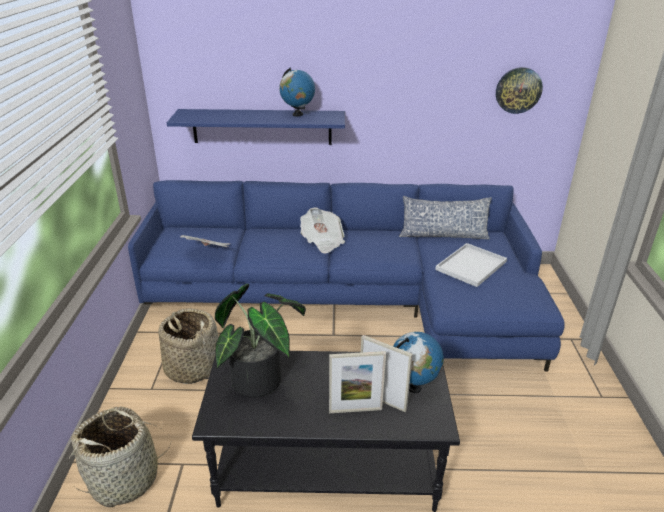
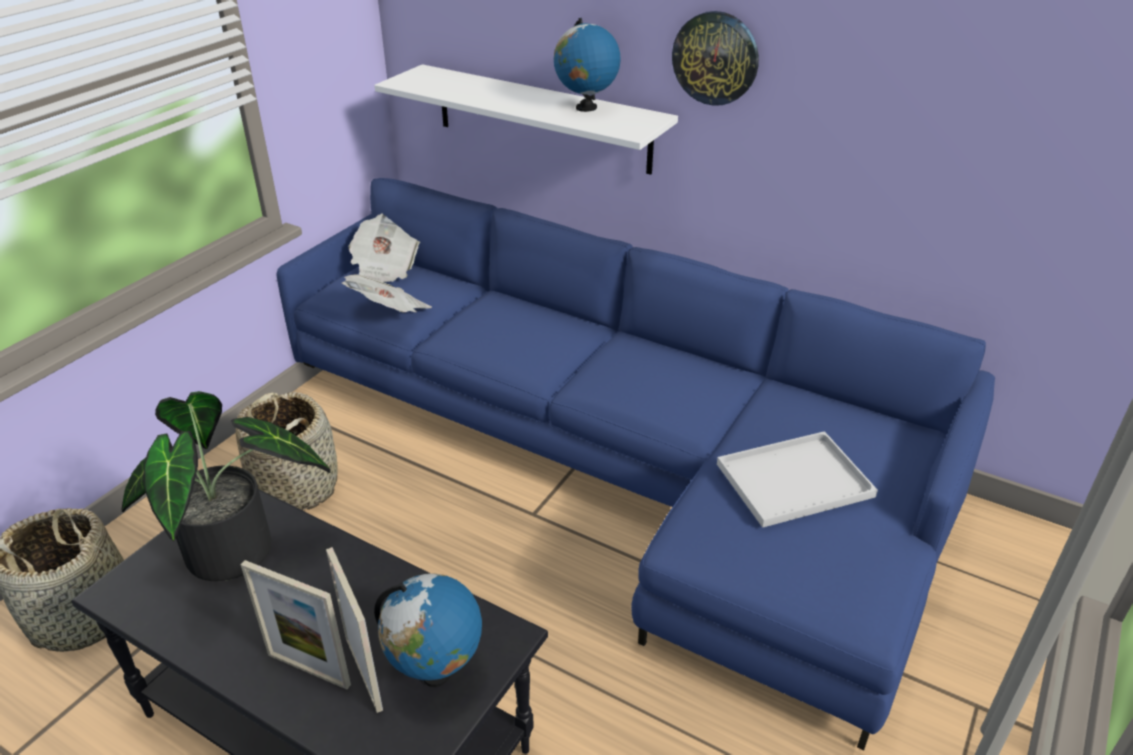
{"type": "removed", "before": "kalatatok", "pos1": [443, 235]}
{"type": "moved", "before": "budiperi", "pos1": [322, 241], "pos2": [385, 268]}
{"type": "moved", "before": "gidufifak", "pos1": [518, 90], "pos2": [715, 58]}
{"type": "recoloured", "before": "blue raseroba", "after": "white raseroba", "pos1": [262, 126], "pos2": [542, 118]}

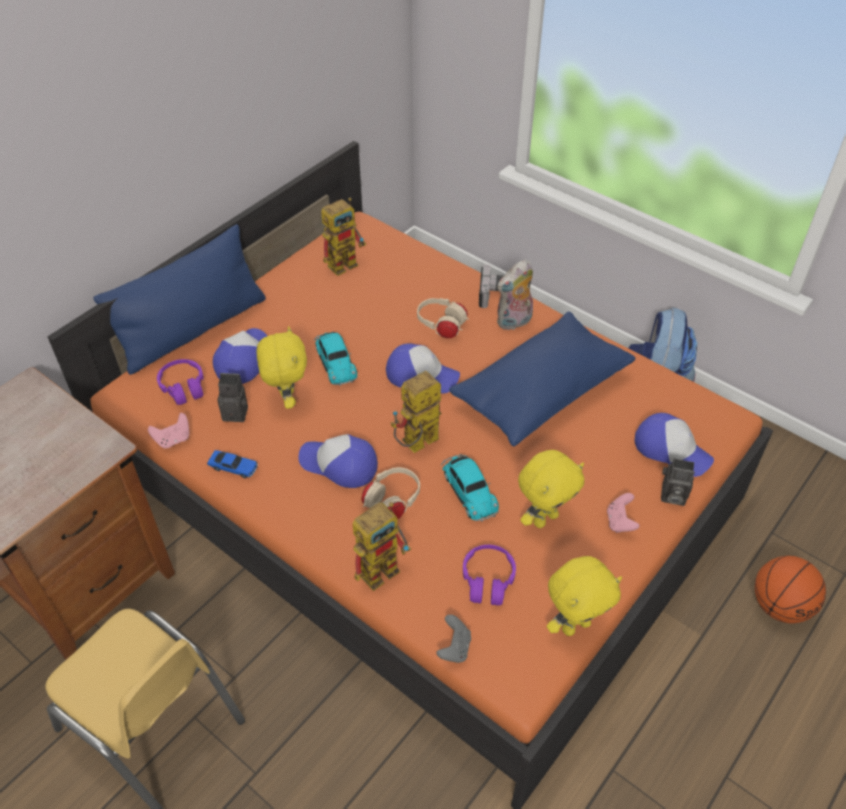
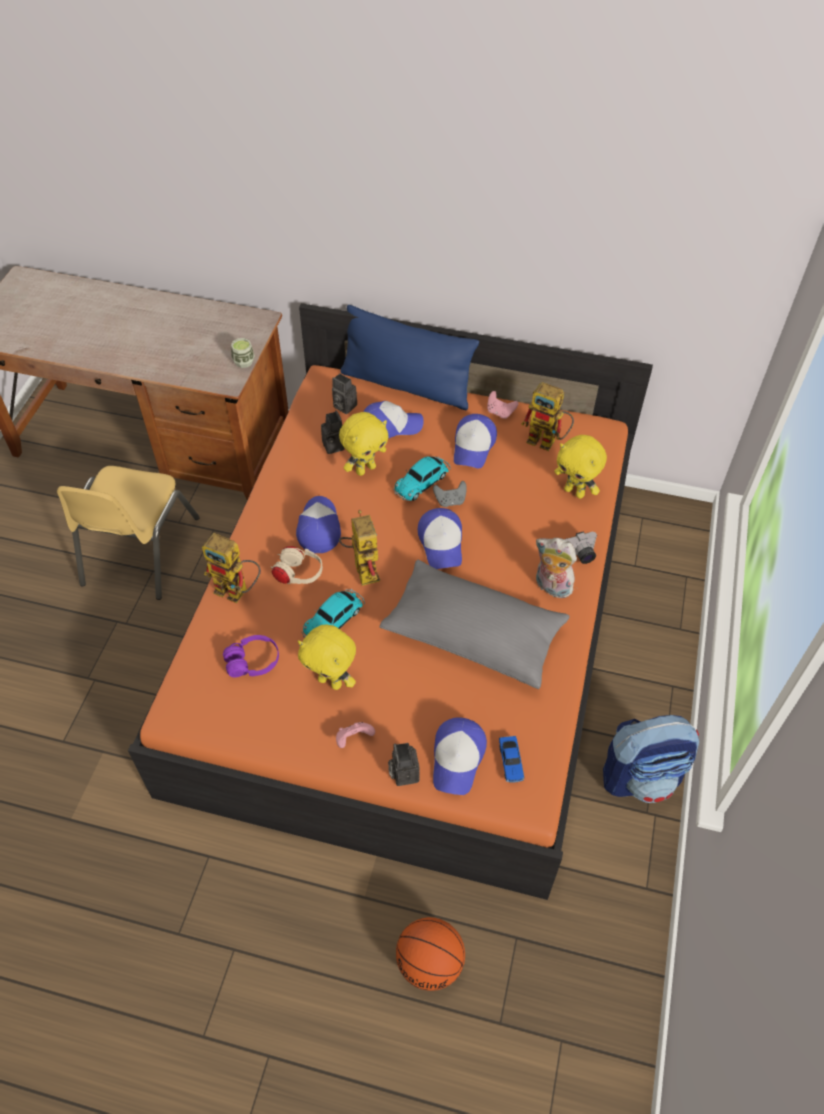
{"type": "removed", "before": "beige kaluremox", "pos1": [441, 326]}
{"type": "added", "after": "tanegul", "pos2": [244, 362]}
{"type": "added", "after": "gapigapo", "pos2": [473, 446]}
{"type": "moved", "before": "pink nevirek", "pos1": [173, 439], "pos2": [500, 412]}
{"type": "moved", "before": "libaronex", "pos1": [233, 467], "pos2": [510, 761]}
{"type": "moved", "before": "grey nevirek", "pos1": [454, 648], "pos2": [450, 501]}
{"type": "moved", "before": "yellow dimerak", "pos1": [575, 625], "pos2": [575, 492]}
{"type": "replaced", "before": "purple kaluremox", "after": "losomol", "pos1": [183, 387], "pos2": [343, 406]}
{"type": "recoloured", "before": "blue kalatatok", "after": "grey kalatatok", "pos1": [540, 392], "pos2": [473, 635]}
{"type": "turned", "before": "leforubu", "pos1": [416, 446], "pos2": [362, 568], "turn": 45}

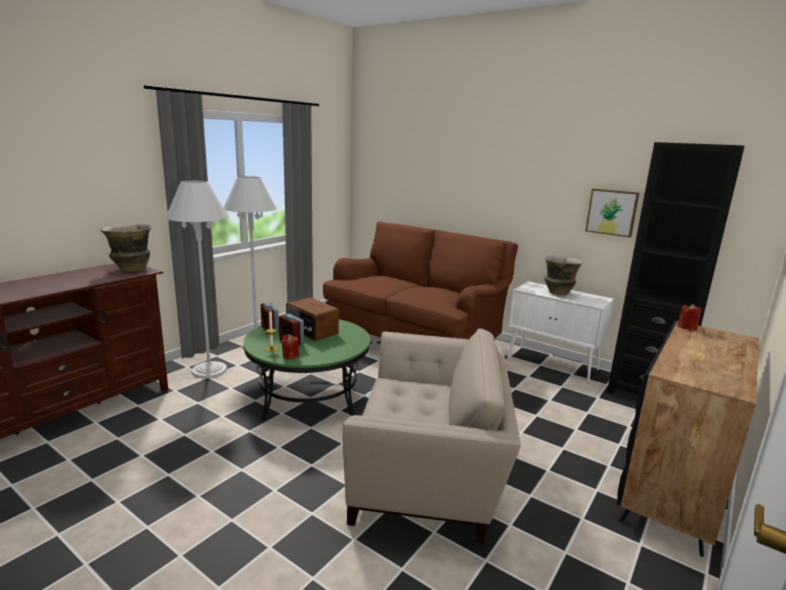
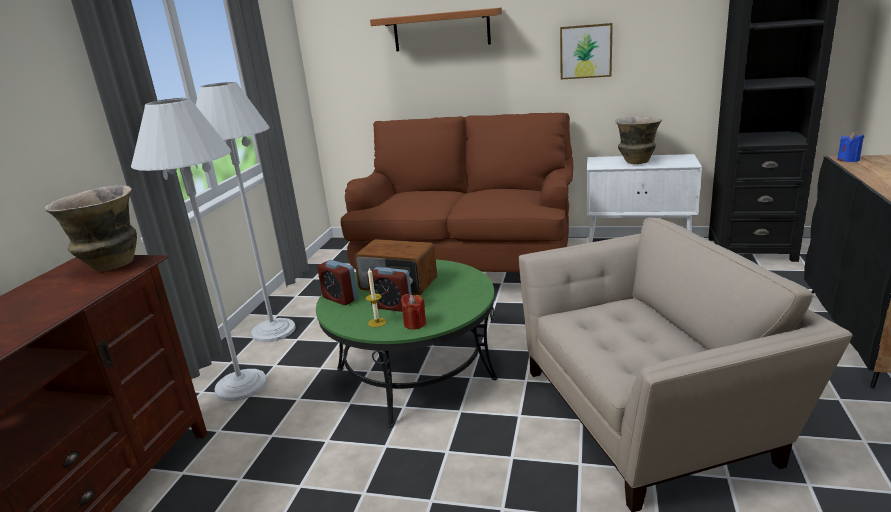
{"type": "added", "after": "raseroba", "pos2": [441, 30]}
{"type": "moved", "before": "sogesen", "pos1": [612, 212], "pos2": [586, 51]}
{"type": "recoloured", "before": "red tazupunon", "after": "blue tazupunon", "pos1": [687, 327], "pos2": [848, 160]}

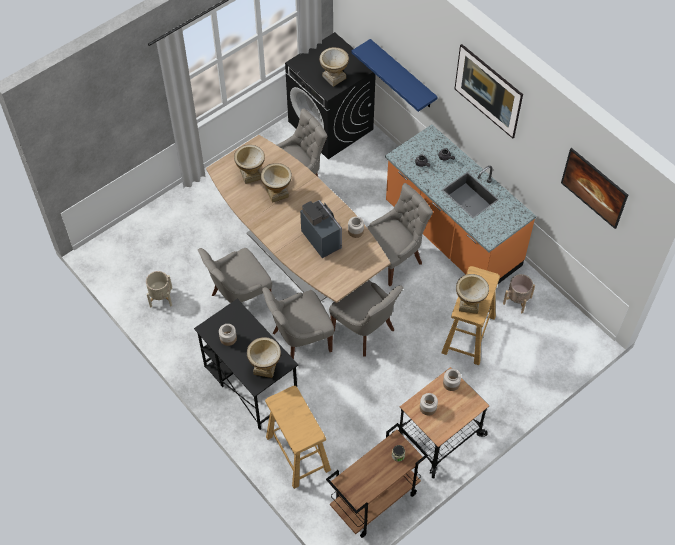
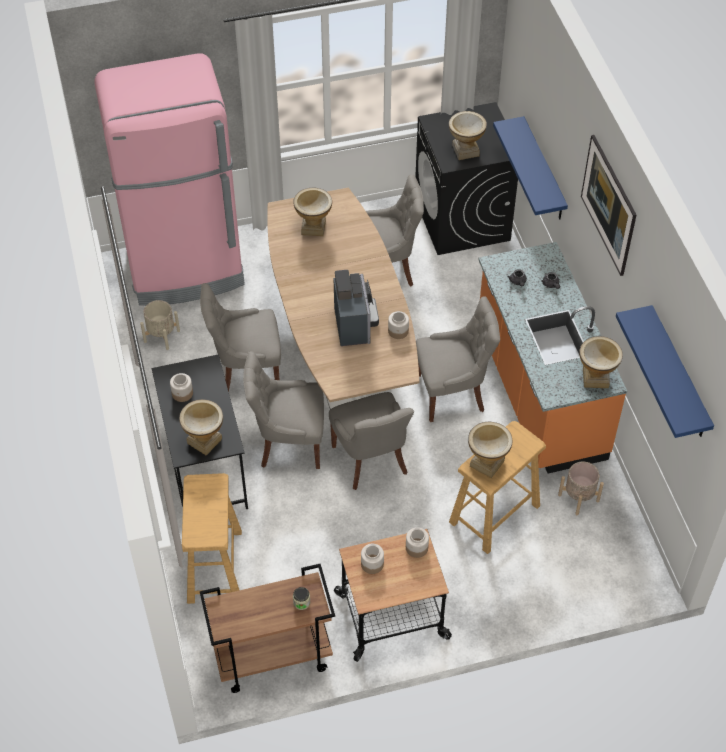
{"type": "added", "after": "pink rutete", "pos2": [186, 269]}
{"type": "moved", "before": "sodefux", "pos1": [277, 193], "pos2": [595, 378]}
{"type": "replaced", "before": "sogesen", "after": "blue raseroba", "pos1": [591, 196], "pos2": [679, 374]}

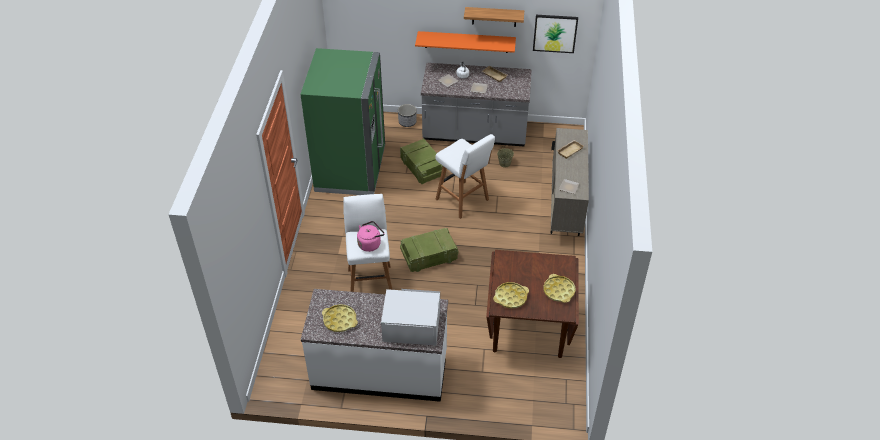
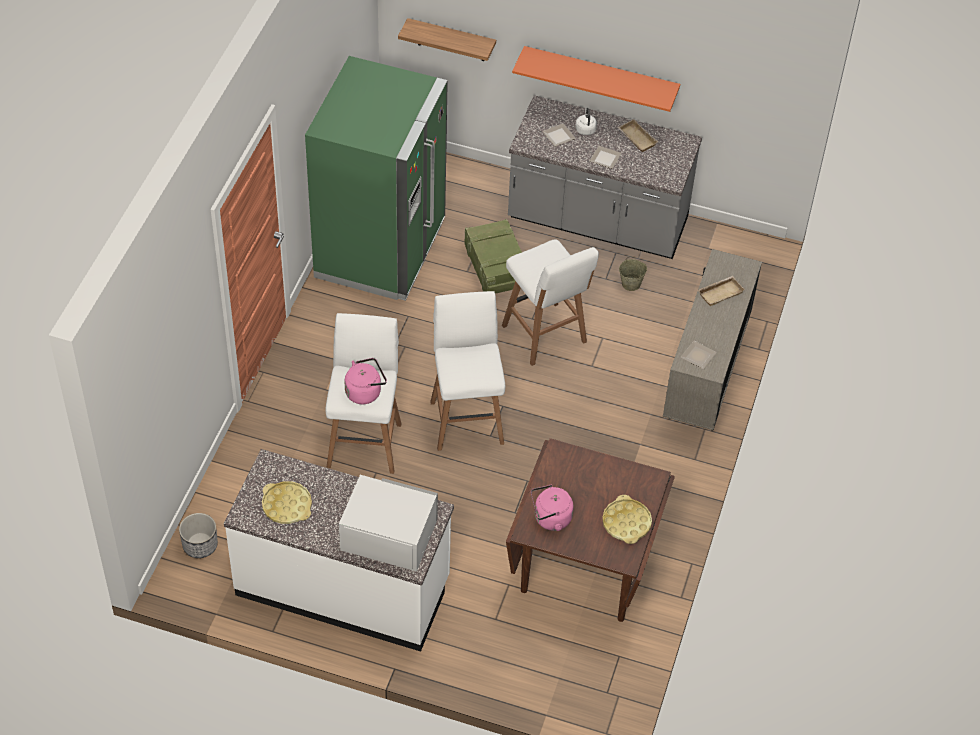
{"type": "removed", "before": "sogesen", "pos1": [555, 33]}
{"type": "moved", "before": "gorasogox", "pos1": [407, 122], "pos2": [200, 545]}
{"type": "moved", "before": "raseroba", "pos1": [494, 17], "pos2": [451, 40]}
{"type": "replaced", "before": "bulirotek", "after": "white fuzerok", "pos1": [429, 256], "pos2": [466, 420]}
{"type": "replaced", "before": "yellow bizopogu", "after": "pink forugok", "pos1": [510, 297], "pos2": [550, 519]}

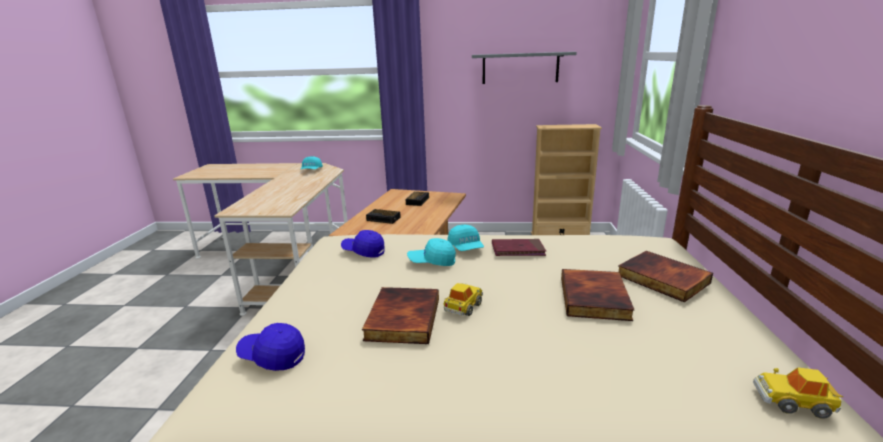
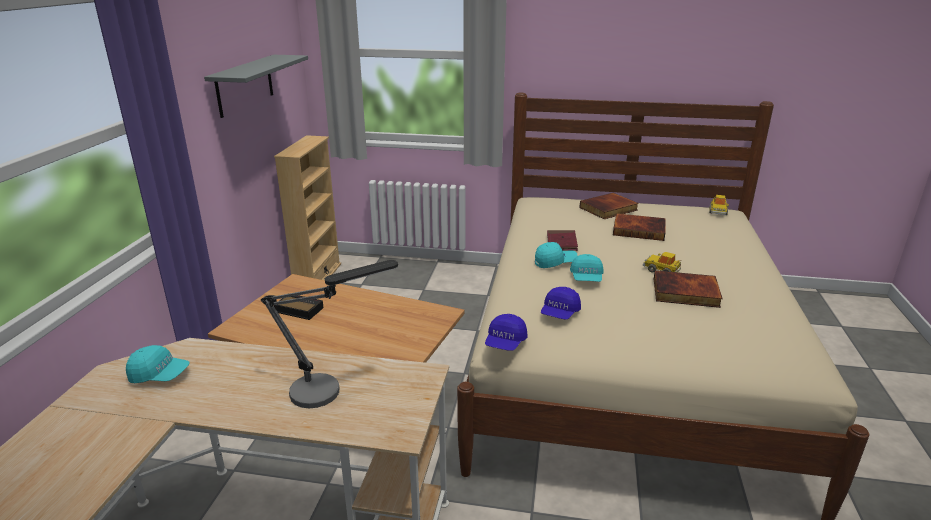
{"type": "removed", "before": "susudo", "pos1": [384, 219]}
{"type": "added", "after": "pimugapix", "pos2": [330, 388]}
{"type": "moved", "before": "blue gapigapo", "pos1": [272, 356], "pos2": [505, 343]}

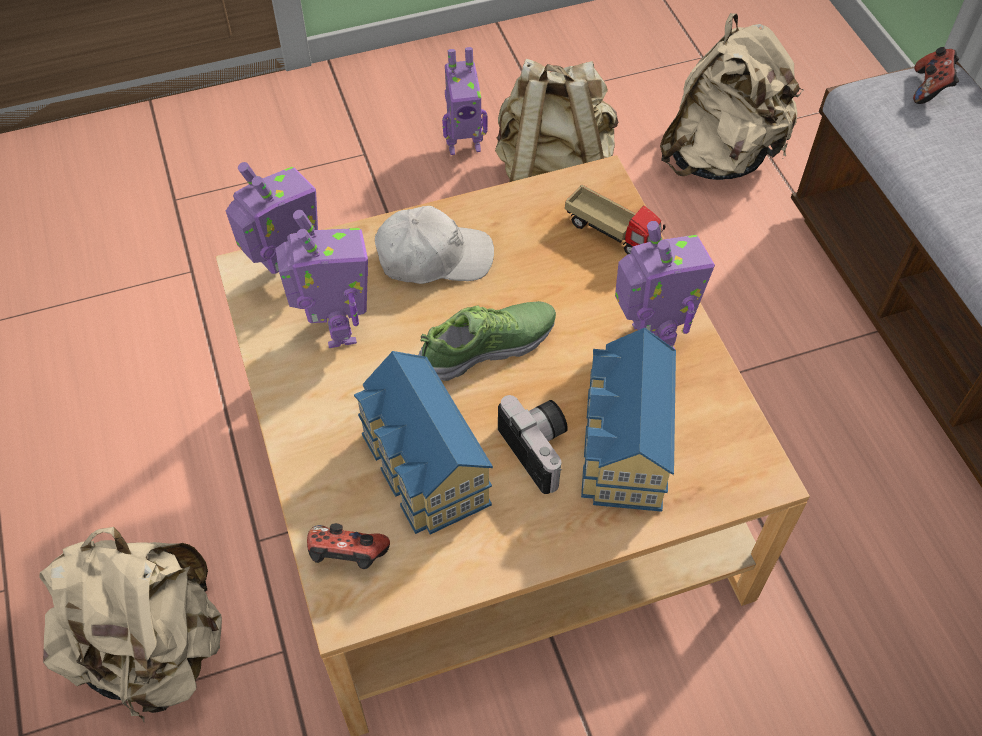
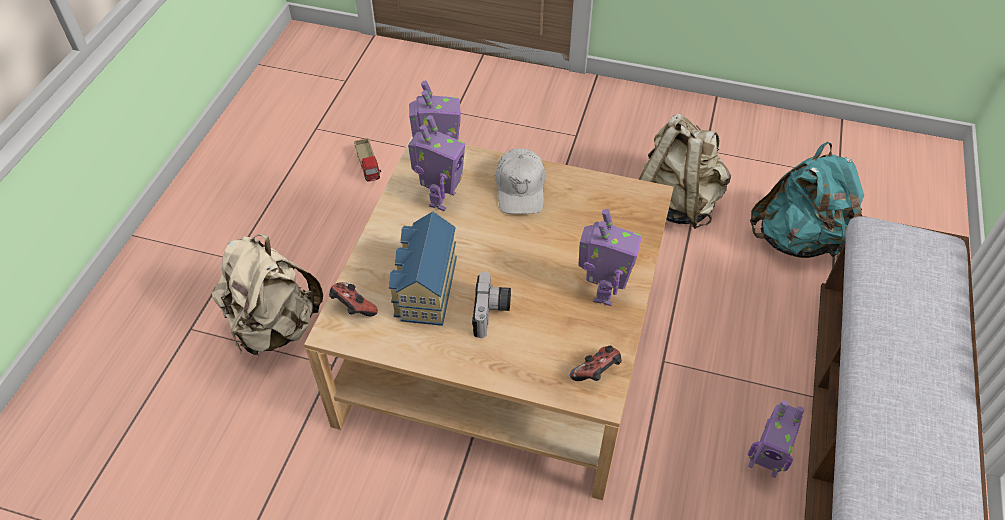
{"type": "removed", "before": "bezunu", "pos1": [488, 346]}
{"type": "removed", "before": "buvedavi", "pos1": [621, 447]}
{"type": "moved", "before": "leforubu", "pos1": [464, 144], "pos2": [764, 463]}
{"type": "moved", "before": "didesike", "pos1": [612, 233], "pos2": [369, 166]}
{"type": "moved", "before": "nevirek", "pos1": [930, 89], "pos2": [596, 373]}
{"type": "recoloured", "before": "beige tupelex", "after": "turquoise tupelex", "pos1": [720, 156], "pos2": [798, 240]}
{"type": "turned", "before": "white gapigapo", "pos1": [433, 257], "pos2": [520, 189], "turn": 60}

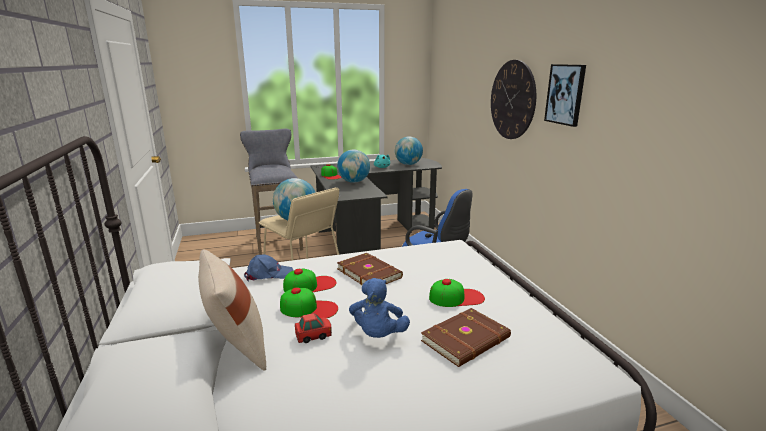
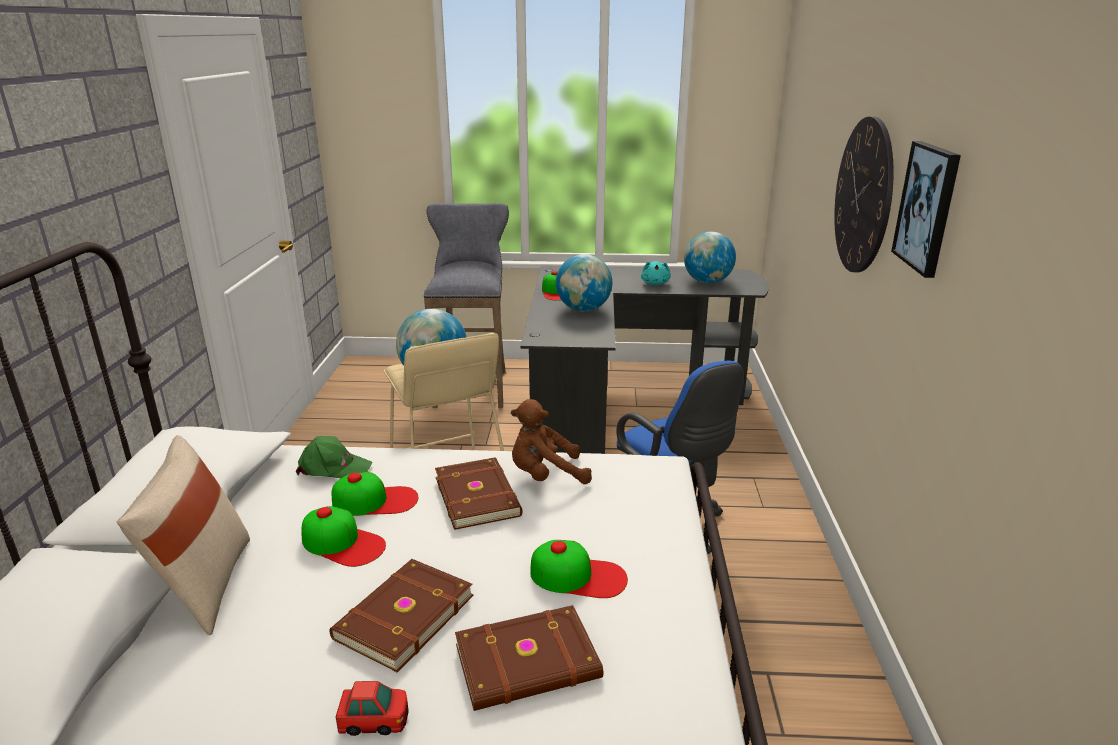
{"type": "added", "after": "brown dimerak", "pos2": [546, 476]}
{"type": "moved", "before": "libaronex", "pos1": [314, 336], "pos2": [375, 721]}
{"type": "replaced", "before": "blue dimerak", "after": "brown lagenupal", "pos1": [378, 335], "pos2": [402, 616]}
{"type": "recoloured", "before": "blue gapigapo", "after": "green gapigapo", "pos1": [268, 274], "pos2": [333, 468]}

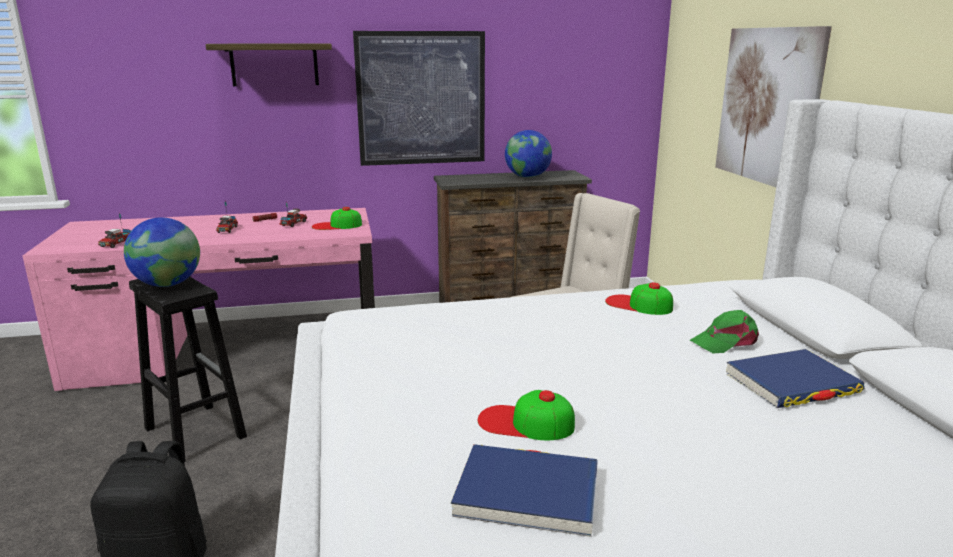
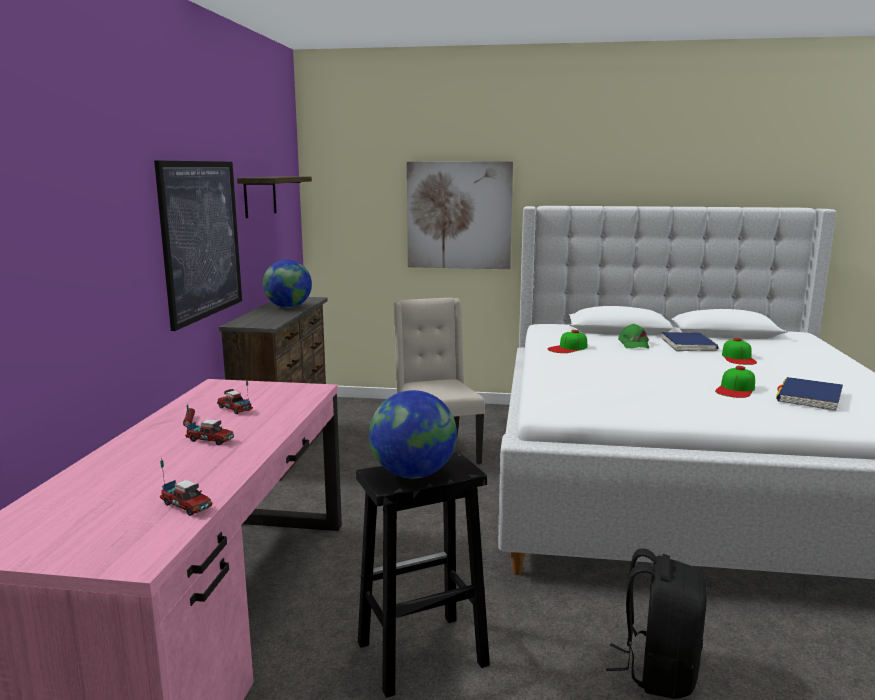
{"type": "moved", "before": "raseroba", "pos1": [274, 64], "pos2": [260, 196]}
{"type": "moved", "before": "gapigapo", "pos1": [337, 225], "pos2": [738, 358]}

